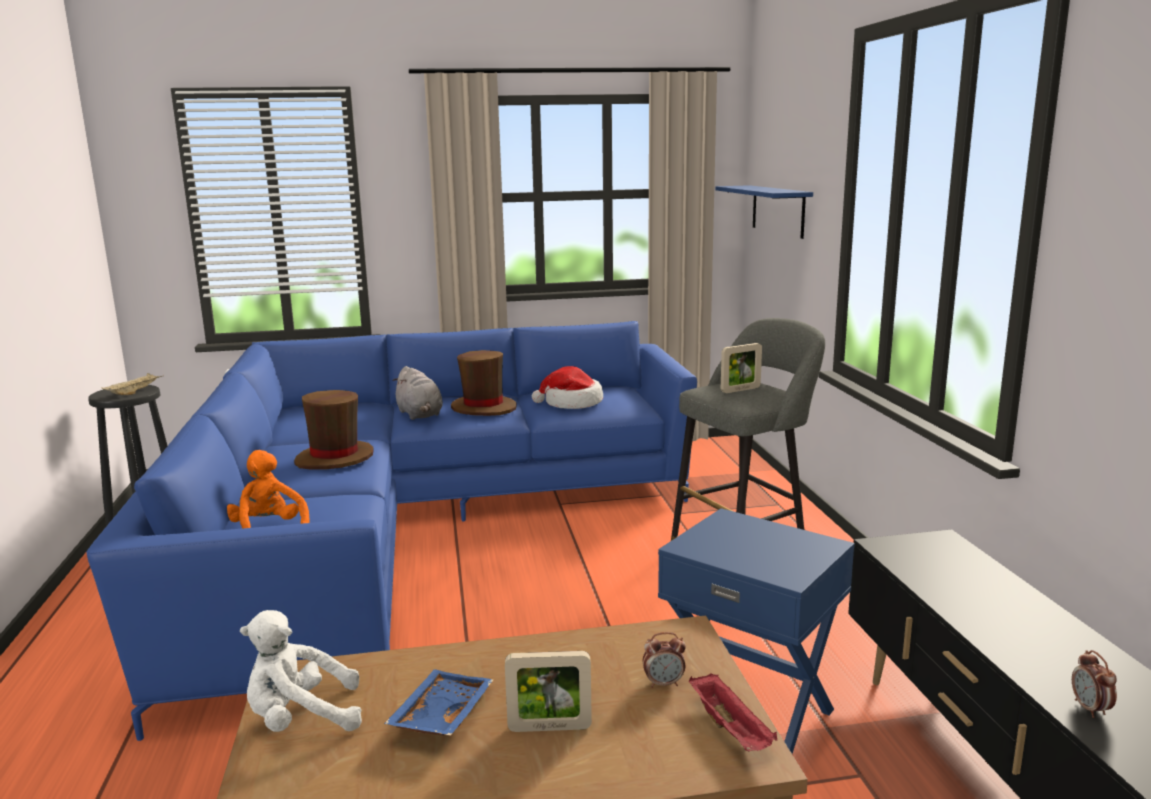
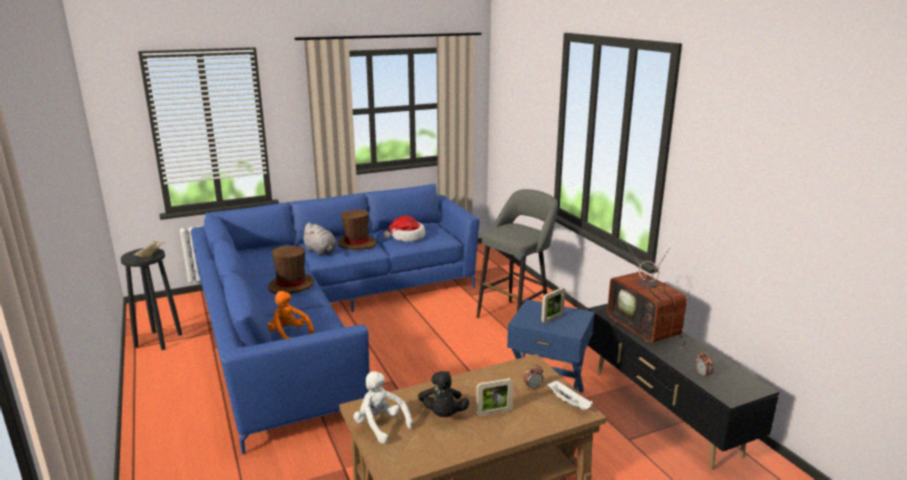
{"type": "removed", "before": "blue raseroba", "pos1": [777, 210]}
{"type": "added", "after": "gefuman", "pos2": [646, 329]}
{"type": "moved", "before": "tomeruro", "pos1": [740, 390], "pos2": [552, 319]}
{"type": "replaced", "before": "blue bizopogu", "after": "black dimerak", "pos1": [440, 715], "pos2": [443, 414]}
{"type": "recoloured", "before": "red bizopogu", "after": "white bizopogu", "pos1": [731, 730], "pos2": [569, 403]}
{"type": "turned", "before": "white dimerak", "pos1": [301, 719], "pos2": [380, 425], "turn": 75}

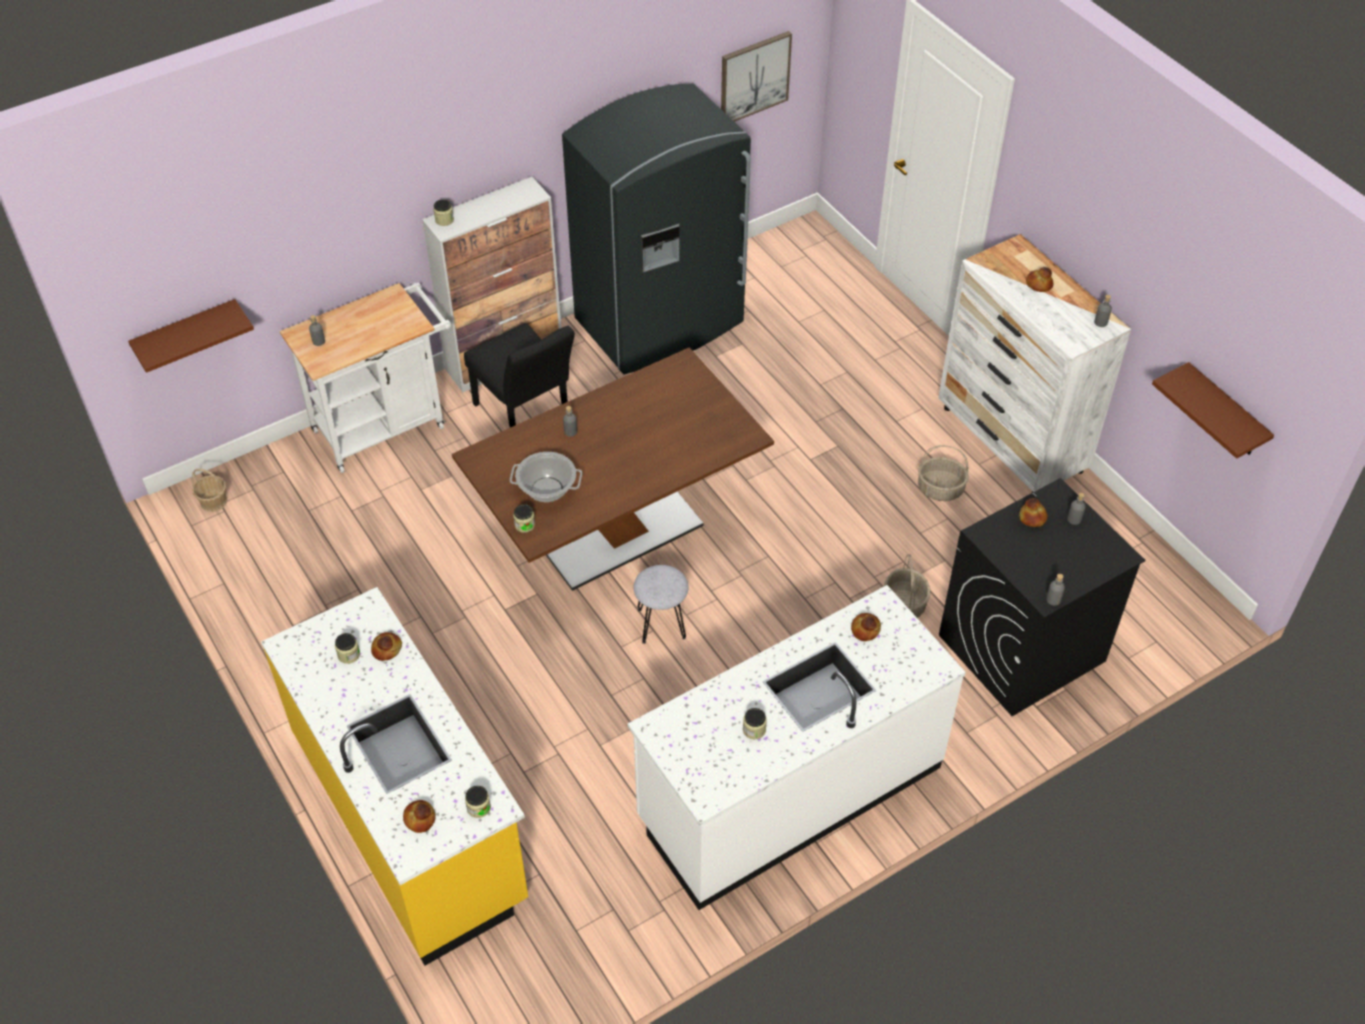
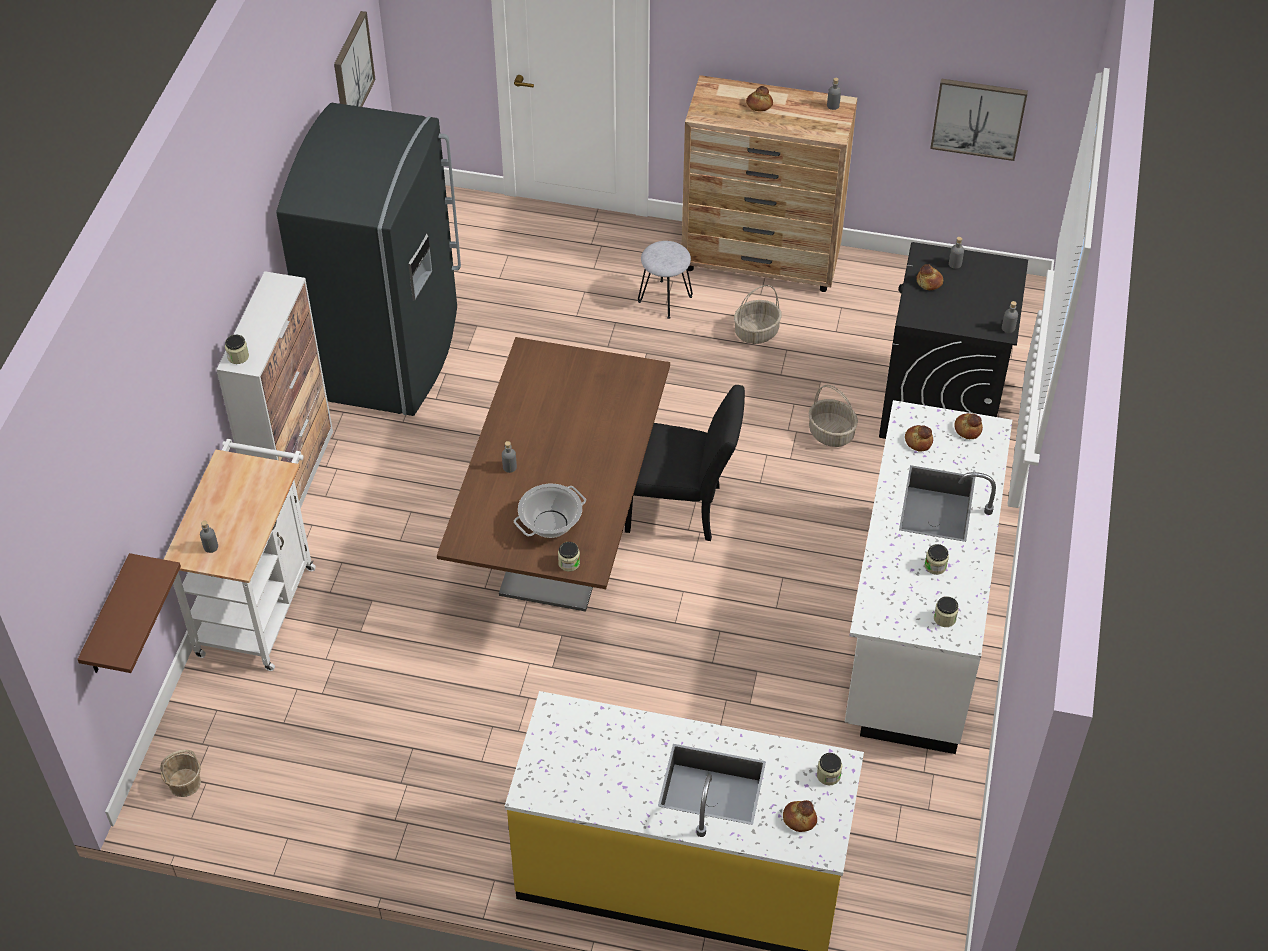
{"type": "moved", "before": "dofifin", "pos1": [349, 654], "pos2": [944, 618]}
{"type": "moved", "before": "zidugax", "pos1": [387, 649], "pos2": [968, 429]}
{"type": "moved", "before": "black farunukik", "pos1": [526, 417], "pos2": [682, 509]}
{"type": "moved", "before": "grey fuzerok", "pos1": [662, 623], "pos2": [665, 299]}
{"type": "replaced", "before": "brown raseroba", "after": "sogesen", "pos1": [1225, 412], "pos2": [978, 118]}
{"type": "recoloured", "before": "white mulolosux", "after": "brown mulolosux", "pos1": [1011, 440], "pos2": [762, 261]}

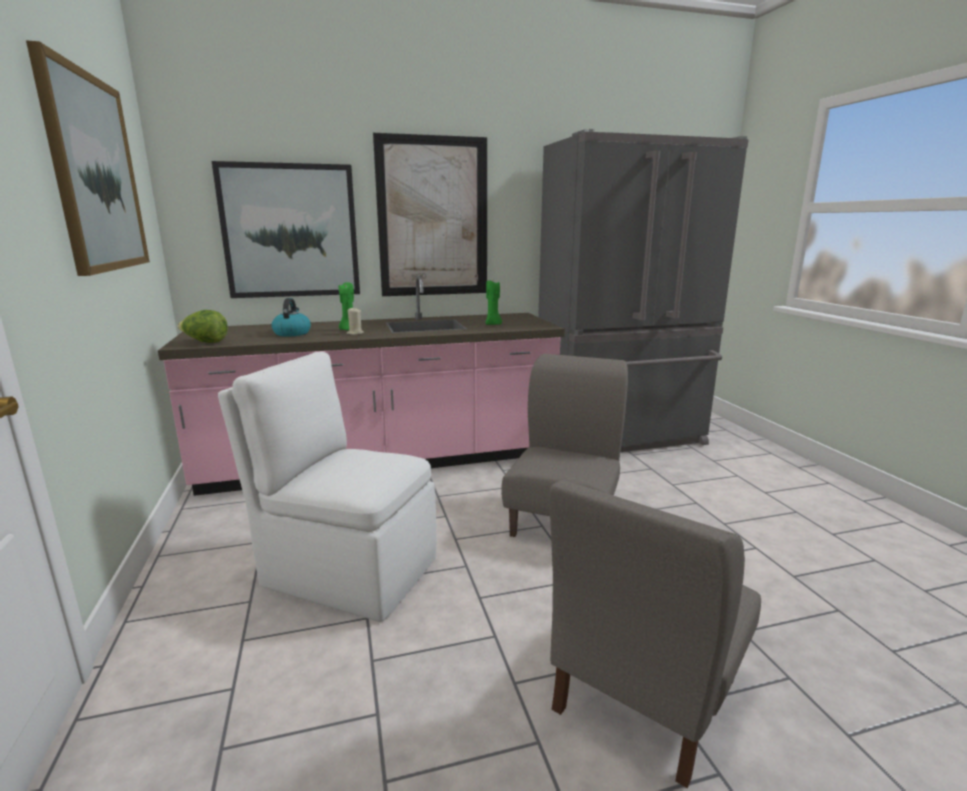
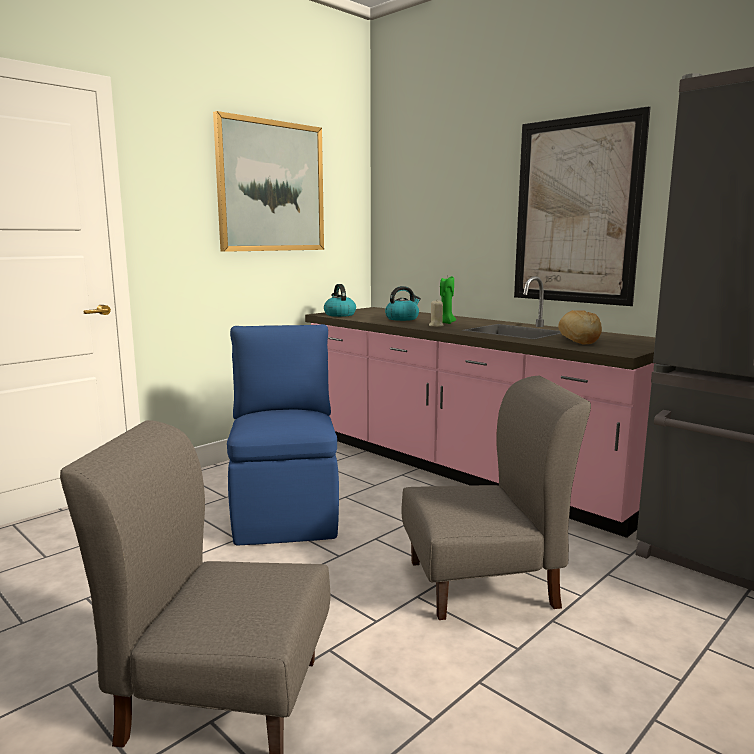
{"type": "removed", "before": "sogesen", "pos1": [290, 231]}
{"type": "replaced", "before": "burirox", "after": "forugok", "pos1": [205, 342], "pos2": [339, 315]}
{"type": "replaced", "before": "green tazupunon", "after": "zidugax", "pos1": [493, 324], "pos2": [577, 341]}
{"type": "recoloured", "before": "white farunukik", "after": "blue farunukik", "pos1": [347, 570], "pos2": [286, 512]}

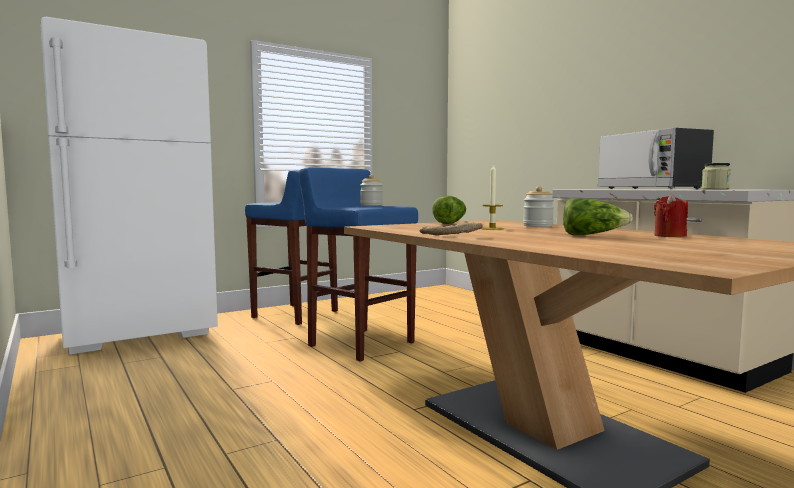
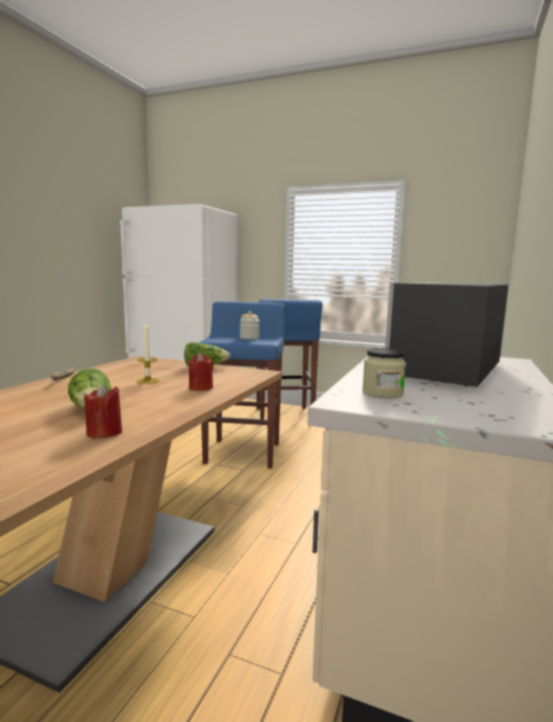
{"type": "replaced", "before": "dofifin", "after": "red tazupunon", "pos1": [537, 226], "pos2": [201, 388]}

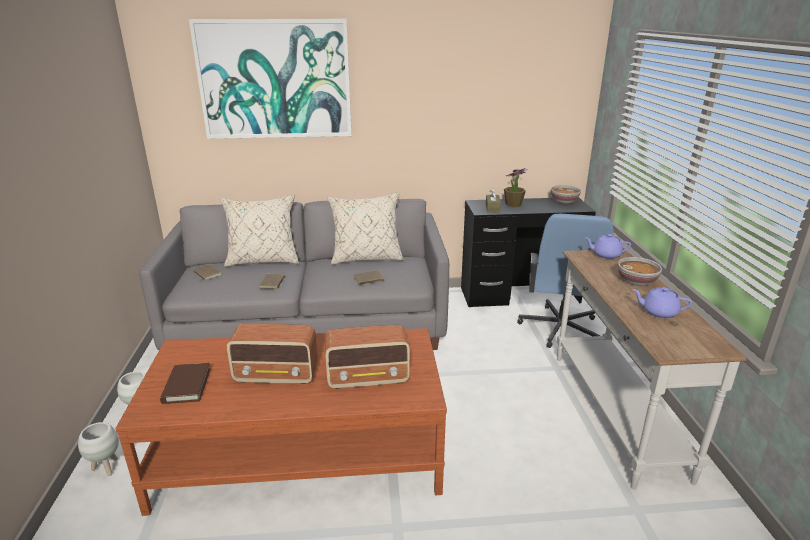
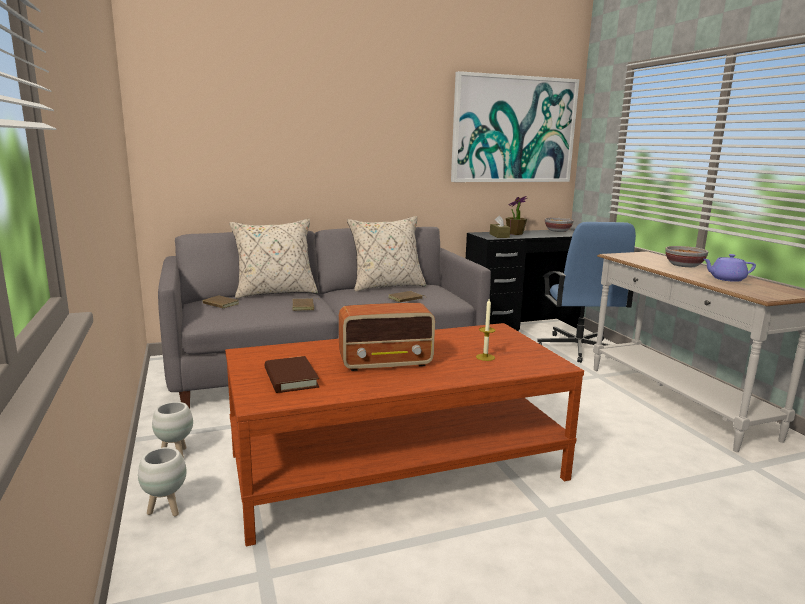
{"type": "removed", "before": "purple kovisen", "pos1": [605, 255]}
{"type": "moved", "before": "sogesen", "pos1": [275, 80], "pos2": [514, 130]}
{"type": "replaced", "before": "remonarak", "after": "tazupunon", "pos1": [368, 378], "pos2": [485, 357]}

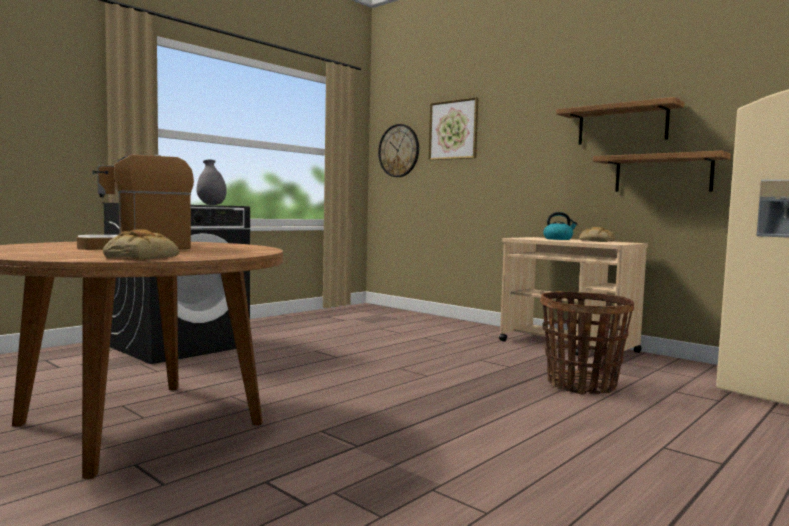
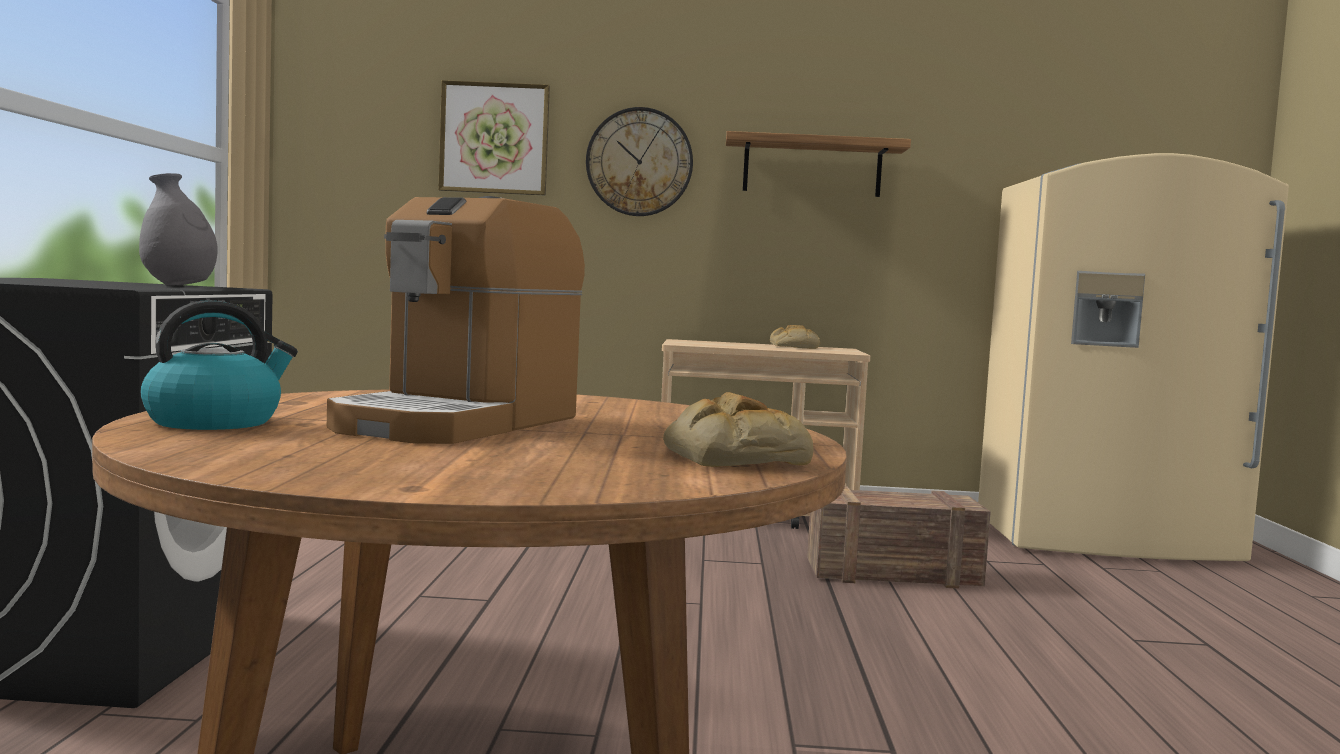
{"type": "removed", "before": "raseroba", "pos1": [662, 174]}
{"type": "moved", "before": "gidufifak", "pos1": [399, 150], "pos2": [639, 162]}
{"type": "moved", "before": "forugok", "pos1": [558, 239], "pos2": [215, 422]}
{"type": "replaced", "before": "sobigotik", "after": "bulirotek", "pos1": [581, 385], "pos2": [895, 574]}

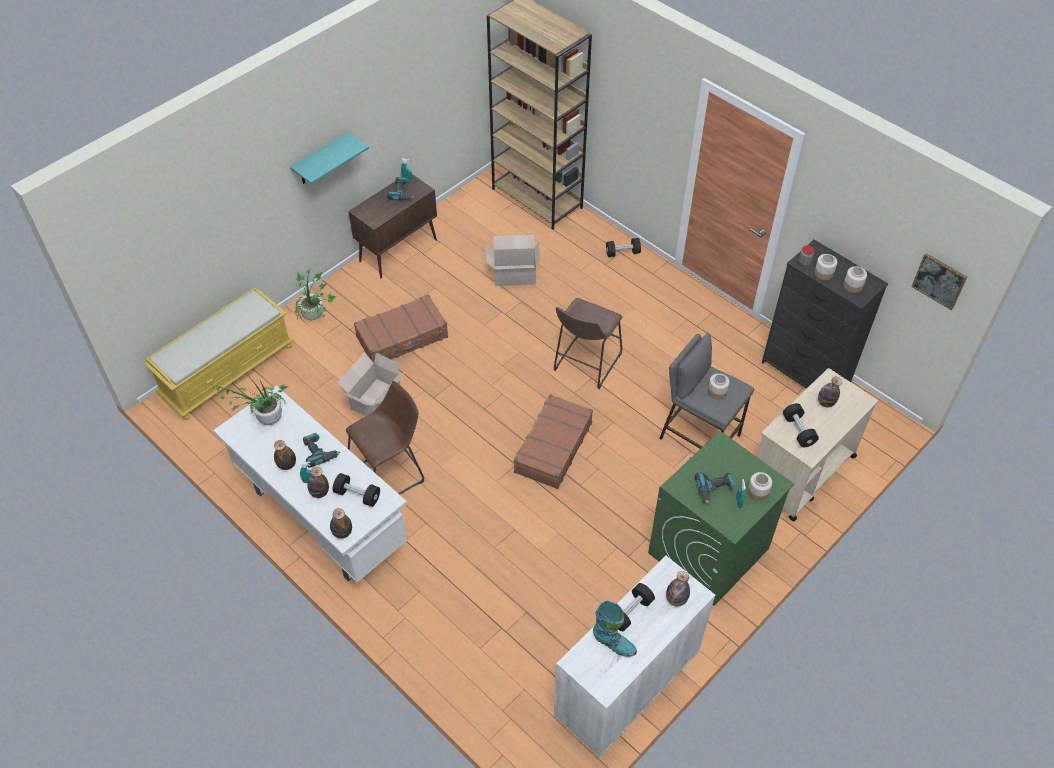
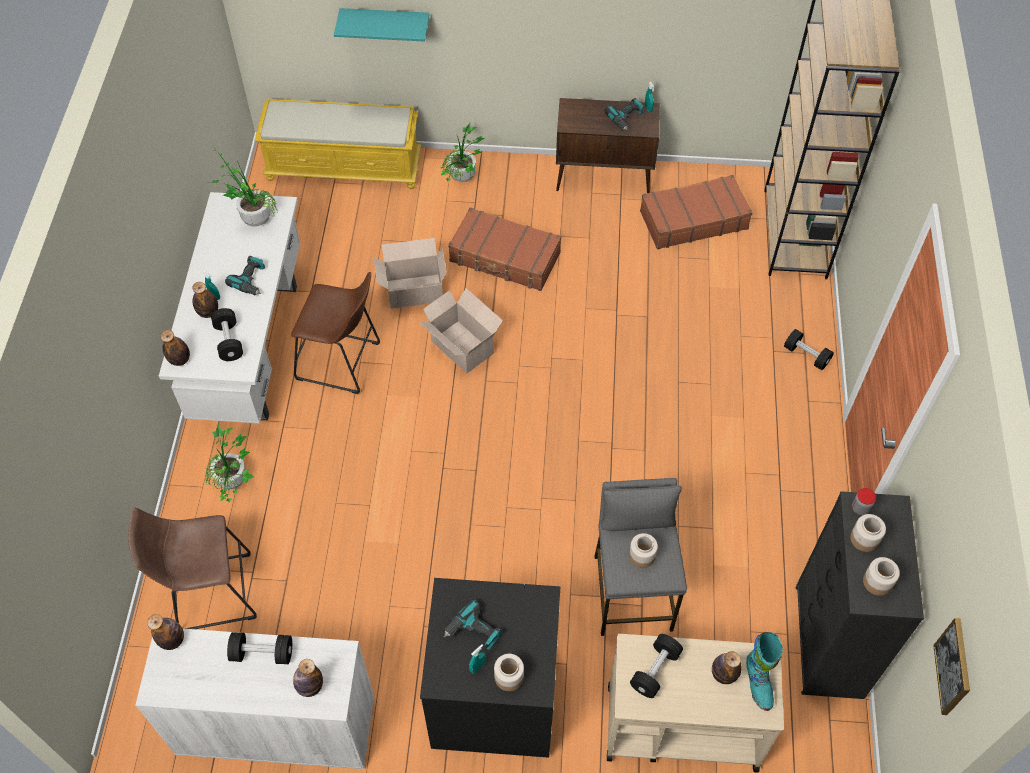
{"type": "added", "after": "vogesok", "pos2": [234, 485]}
{"type": "moved", "before": "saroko", "pos1": [287, 465], "pos2": [172, 640]}
{"type": "moved", "before": "turquoise raseroba", "pos1": [321, 160], "pos2": [385, 23]}
{"type": "moved", "before": "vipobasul", "pos1": [513, 275], "pos2": [461, 345]}
{"type": "moved", "before": "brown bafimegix", "pos1": [552, 447], "pos2": [693, 220]}
{"type": "moved", "before": "brown fuzerok", "pos1": [585, 364], "pos2": [209, 593]}
{"type": "moved", "before": "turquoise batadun", "pos1": [613, 644], "pos2": [758, 683]}
{"type": "recoloured", "before": "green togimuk", "after": "black togimuk", "pos1": [708, 551], "pos2": [493, 698]}

